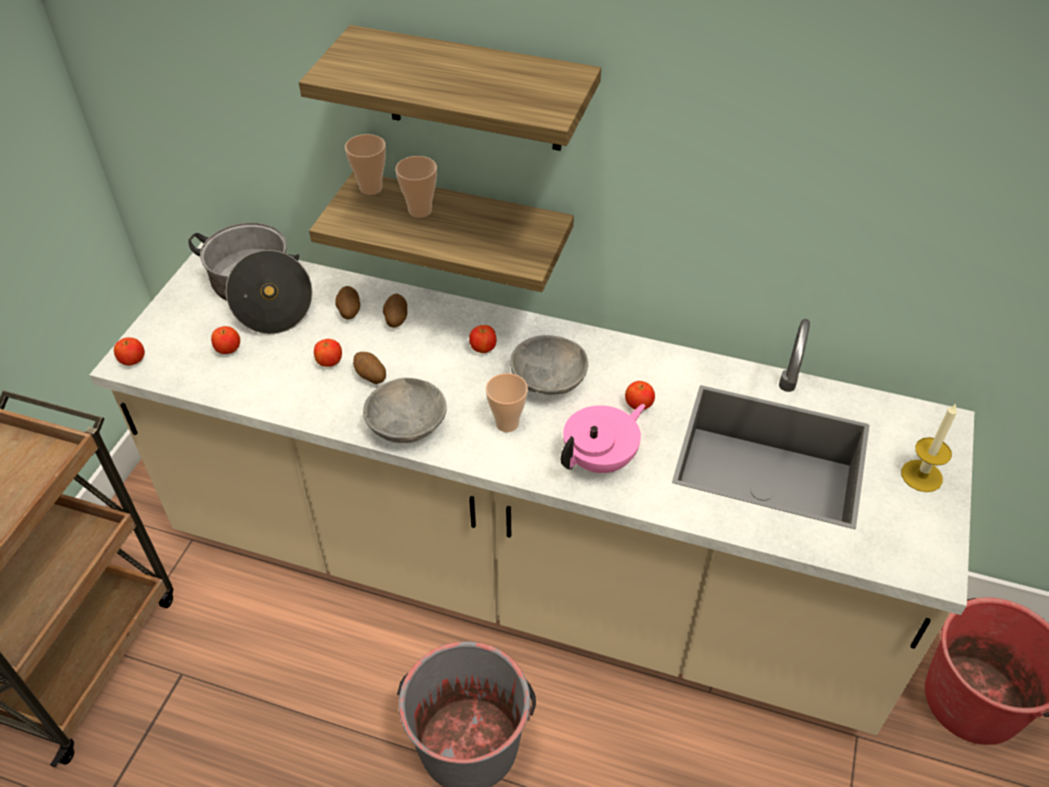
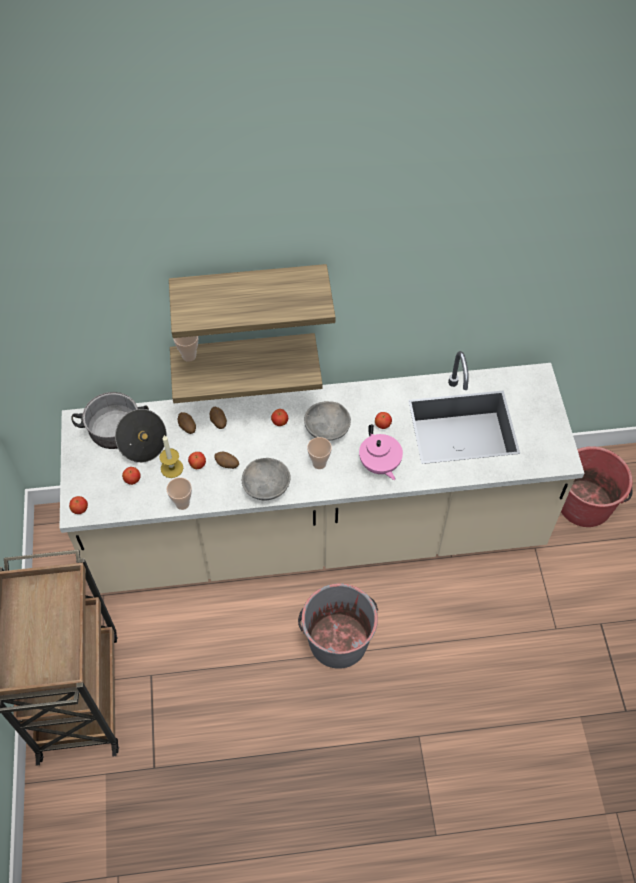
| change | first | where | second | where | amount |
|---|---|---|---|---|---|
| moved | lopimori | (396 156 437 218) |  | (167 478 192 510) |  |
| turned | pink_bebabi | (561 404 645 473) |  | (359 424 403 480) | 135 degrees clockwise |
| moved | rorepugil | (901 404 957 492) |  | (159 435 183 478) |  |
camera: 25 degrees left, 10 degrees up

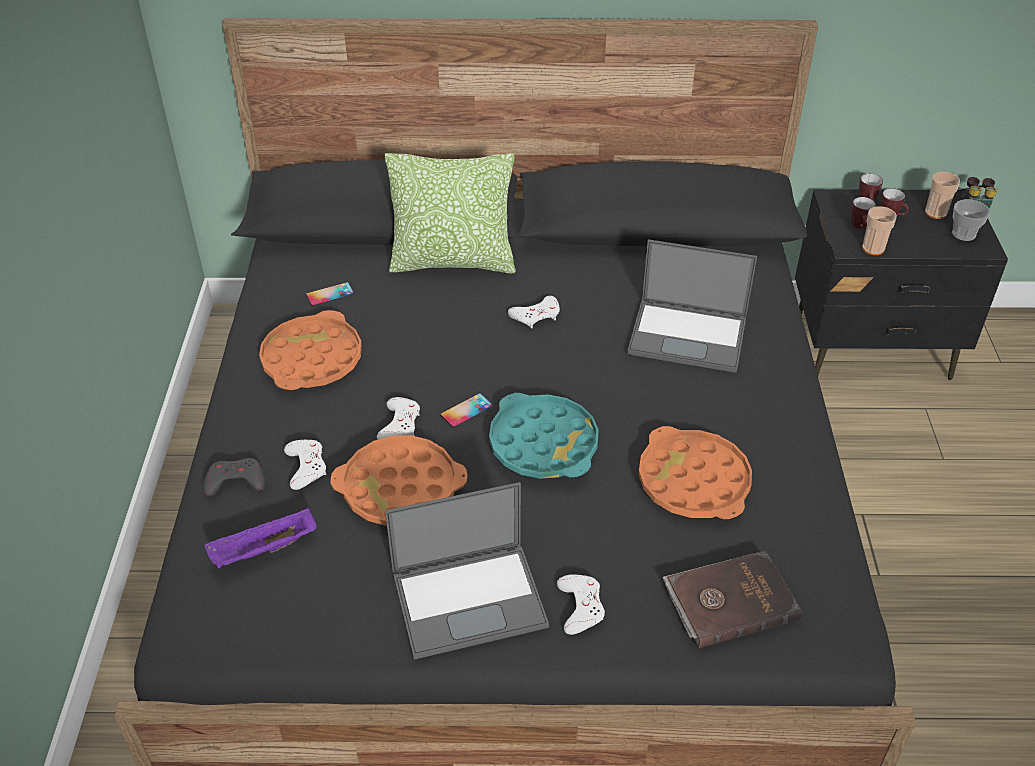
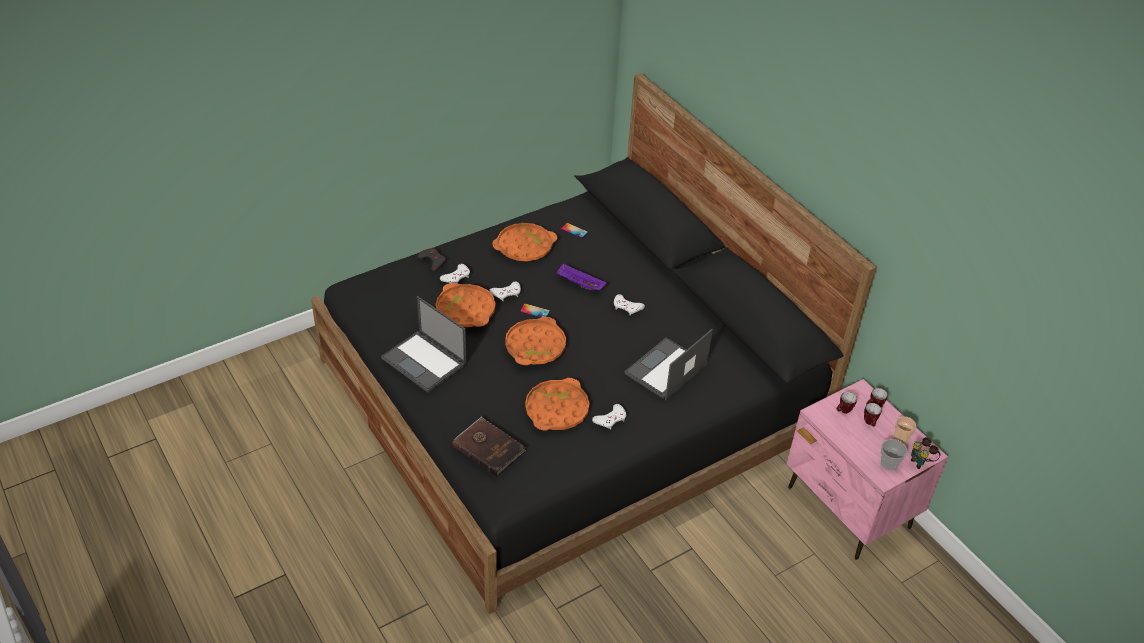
| change | first | where | second | where | amount |
|---|---|---|---|---|---|
| removed | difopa | (385 153 516 273) |  |  |  |
| recoloured | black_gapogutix | (795 189 1008 380) | pink_gapogutix | (787 379 948 560) |  |
| removed | lopimori | (862 206 897 255) |  |  |  |
| turned | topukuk | (627 239 757 373) |  | (624 329 713 400) | 60 degrees clockwise |
| recoloured | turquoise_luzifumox | (489 393 599 479) | orange_luzifumox | (505 316 566 365) |  |
| moved | purple_luzifumox | (204 508 317 568) |  | (557 264 606 290) |  |
| moved | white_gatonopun | (557 575 605 635) |  | (592 404 626 430) |  |
camera: 55 degrees right, 0 degrees up

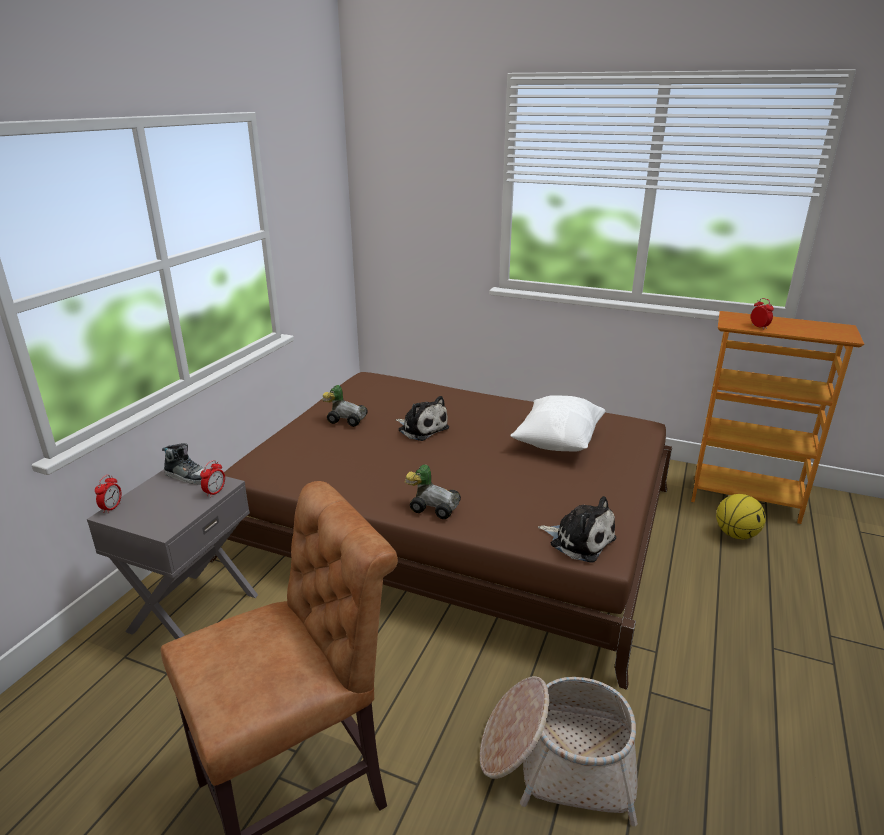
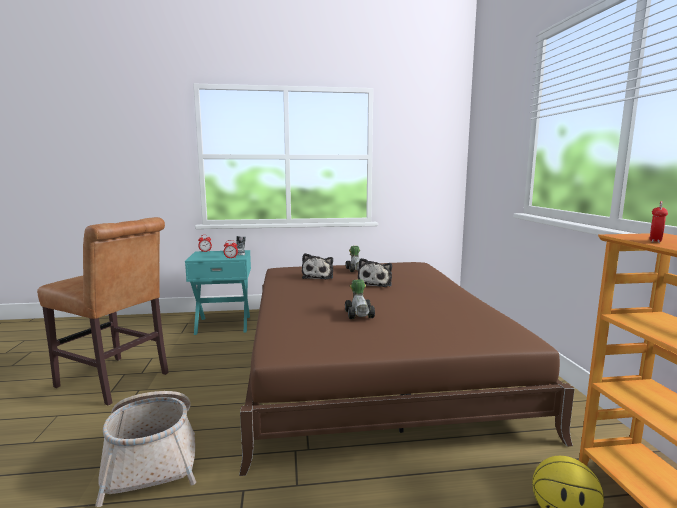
| change | first | where | second | where | amount |
|---|---|---|---|---|---|
| removed | white_difopa | (510 396 605 452) |  |  |  |
| moved | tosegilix | (405 465 461 519) |  | (345 279 375 319) |  |
| recoloured | grey_gapogutix | (87 470 258 639) | turquoise_gapogutix | (185 250 251 335) |  |
| moved | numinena | (538 496 616 563) |  | (302 253 333 279) |  |
camera: 60 degrees right, 15 degrees down

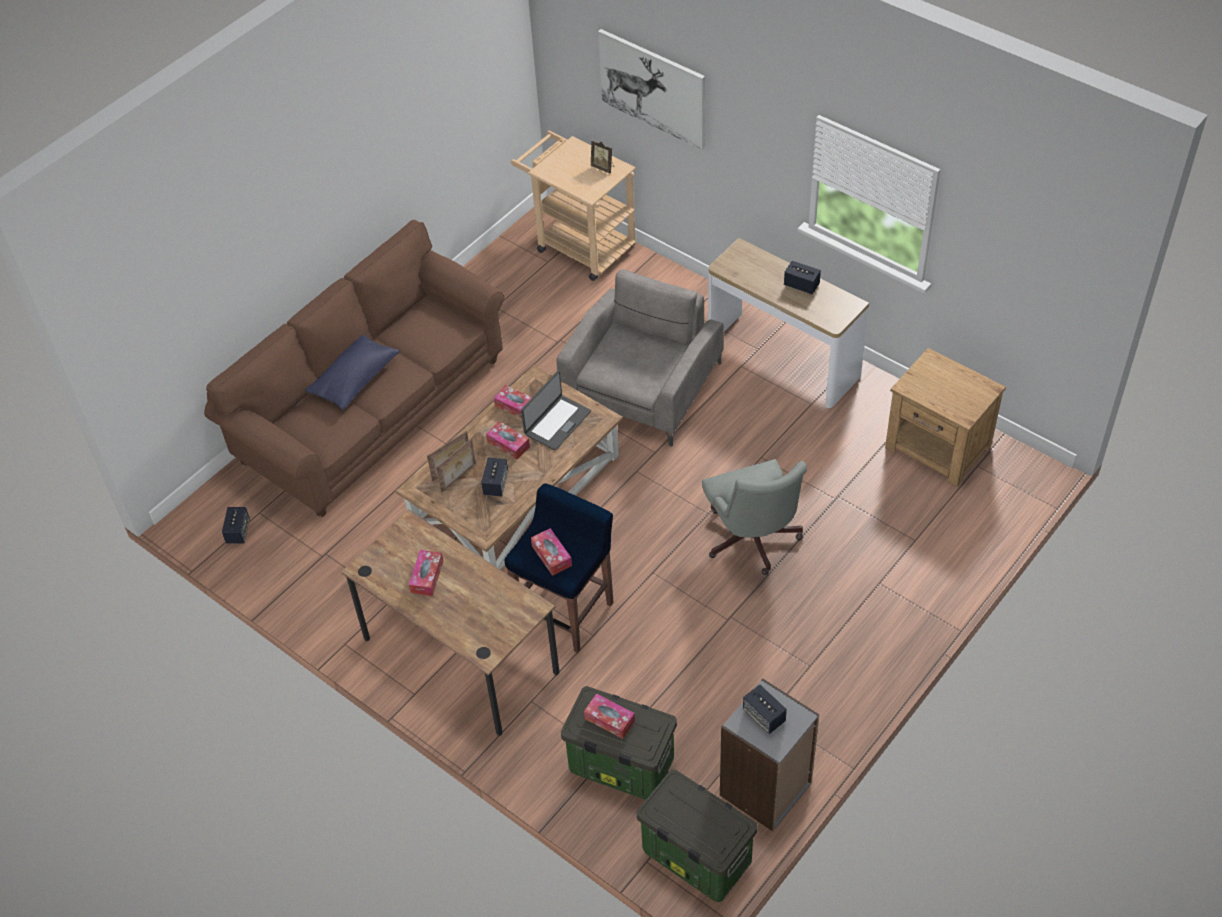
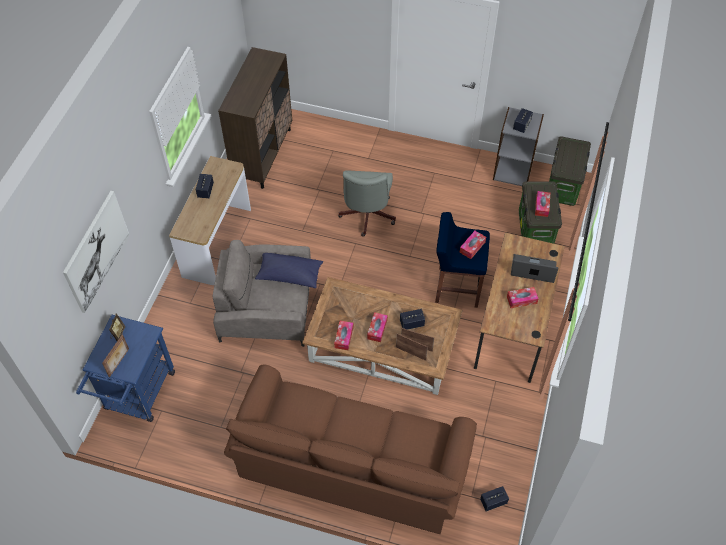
| change | first | where | second | where | amount |
|---|---|---|---|---|---|
| recoloured | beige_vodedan | (511 130 636 281) | blue_vodedan | (76 315 175 422) |  |
| moved | blue_difopa | (305 335 400 410) |  | (255 253 323 288) |  |
| replaced | brown_gapogutix | (885 348 1006 487) | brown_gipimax | (218 47 292 189) |  |
| moved | topukuk | (521 371 591 450) |  | (511 254 559 283) |  |
| turned | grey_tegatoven | (702 459 807 575) |  | (338 170 396 237) | 135 degrees clockwise |
| added |  |  | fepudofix | (102 334 129 377) |  |
camera: 115 degrees left, 5 degrees up

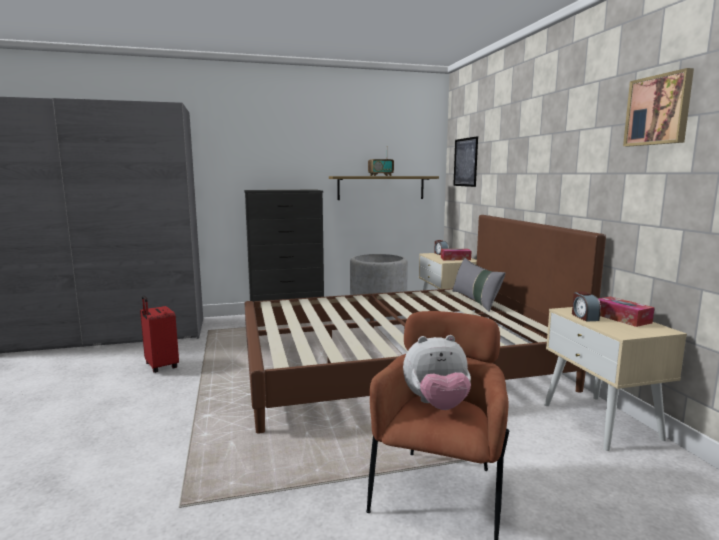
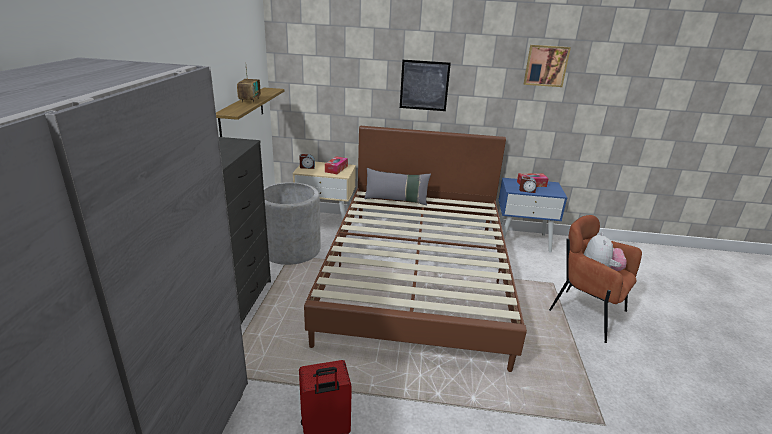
| change | first | where | second | where | amount |
|---|---|---|---|---|---|
| moved | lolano | (453 136 478 187) |  | (400 60 451 111) |  |
| recoloured | beige_gapogutix | (544 307 687 451) | blue_gapogutix | (498 178 568 253) |  |
camera: 70 degrees left, 15 degrees up

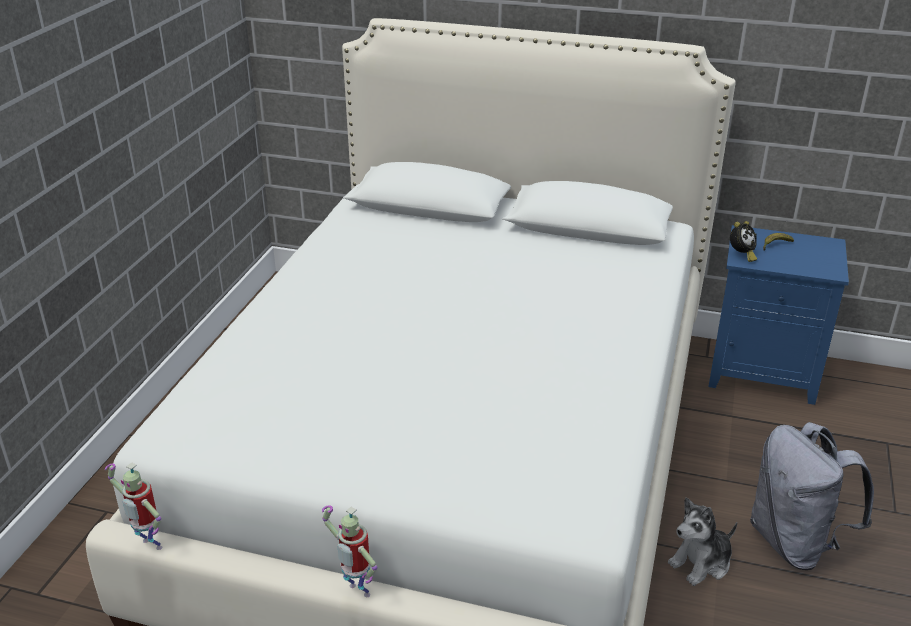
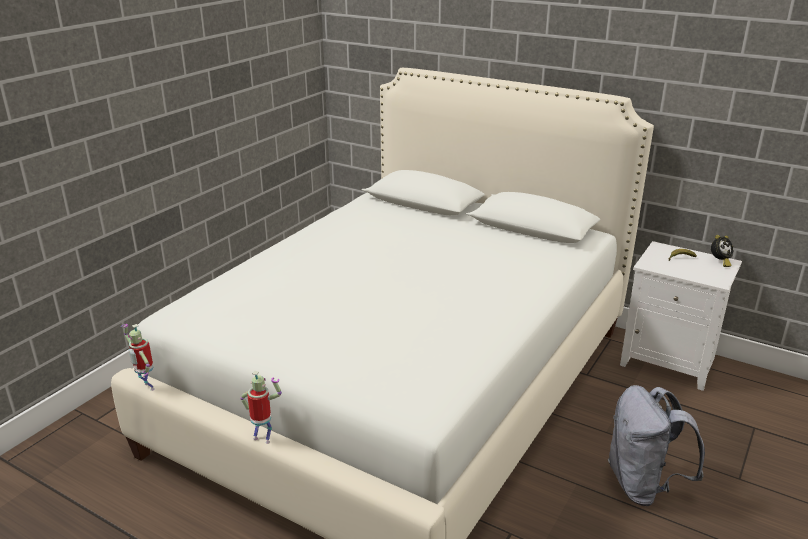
| change | first | where | second | where | amount |
|---|---|---|---|---|---|
| moved | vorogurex | (730 221 757 262) |  | (711 235 733 267) |  |
| recoloured | blue_gapogutix | (708 225 849 405) | white_gapogutix | (620 241 742 391) |  |
| removed | numinena | (668 498 737 586) |  |  |  |
| turned | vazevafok | (322 505 377 597) |  | (240 371 282 444) | 150 degrees clockwise |
camera: 15 degrees right, 5 degrees down

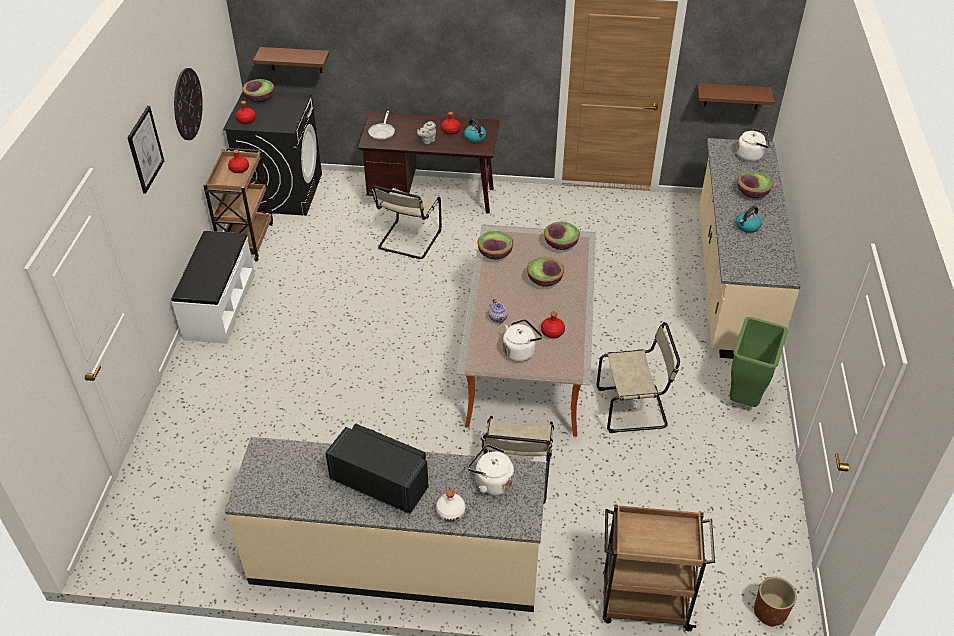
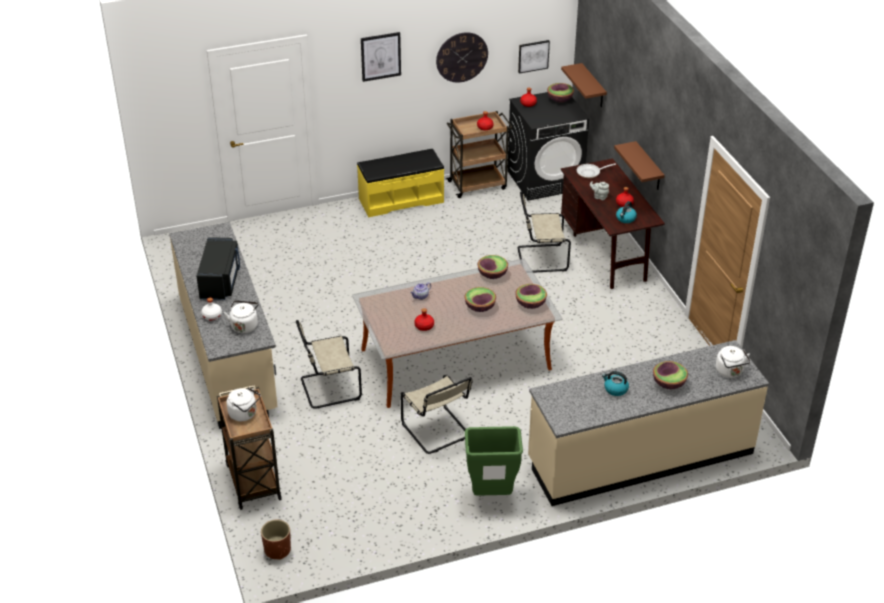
| change | first | where | second | where | amount |
|---|---|---|---|---|---|
| moved | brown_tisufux | (697 83 774 110) |  | (614 141 665 190) |  |
| recoloured | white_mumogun | (171 231 255 344) | yellow_mumogun | (357 149 444 217) |  |
| moved | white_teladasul | (503 319 542 362) |  | (226 387 261 421) |  |
| added |  |  | lolano | (518 40 550 74) |  |
camera: 65 degrees right, 5 degrees down

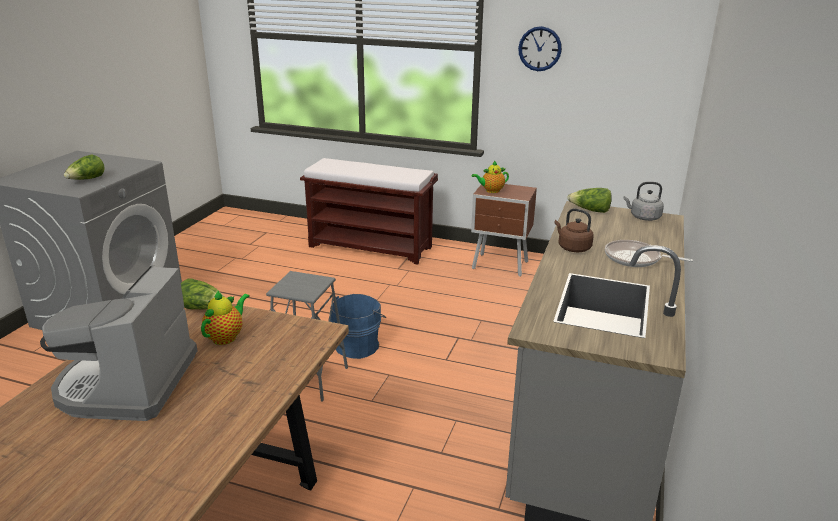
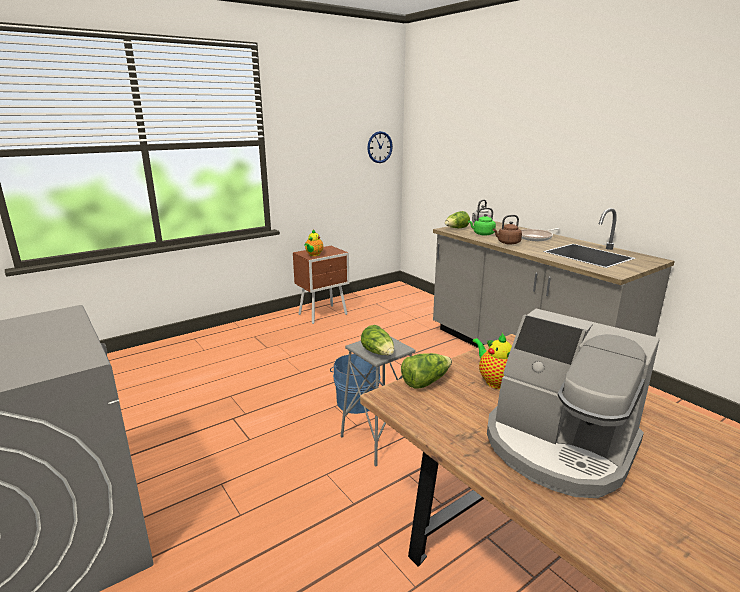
| change | first | where | second | where | amount |
|---|---|---|---|---|---|
| moved | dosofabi | (518 26 562 71) |  | (367 131 393 163) |  |
| moved | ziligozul | (64 154 105 180) |  | (361 325 394 355) |  |
| removed | brown_mumogun | (300 158 438 264) |  |  |  |
| added |  |  | green_teladasul | (468 208 496 236) |  |
camera: 55 degrees left, 5 degrees down

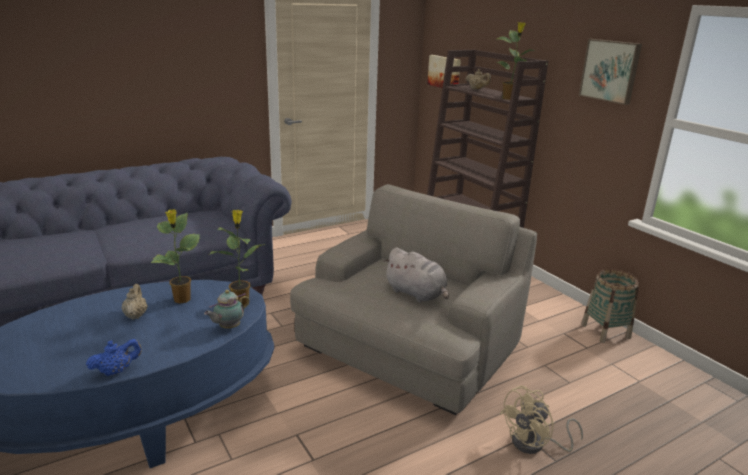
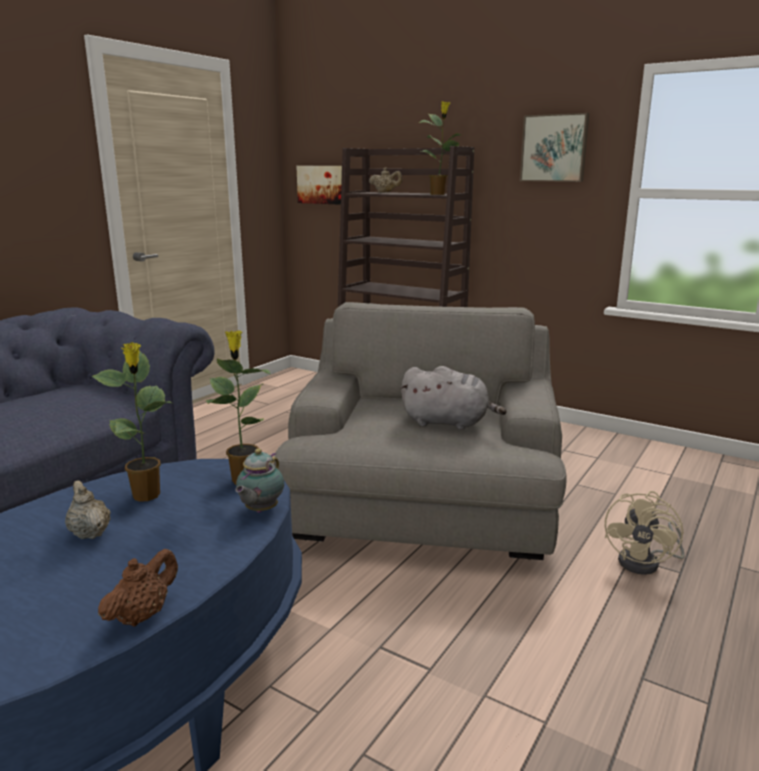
| change | first | where | second | where | amount |
|---|---|---|---|---|---|
| removed | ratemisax | (581 269 639 343) |  |  |  |
| recoloured | blue_bebabi | (86 339 142 376) | brown_bebabi | (98 549 178 627) |  |
camera: 25 degrees left, 5 degrees down

